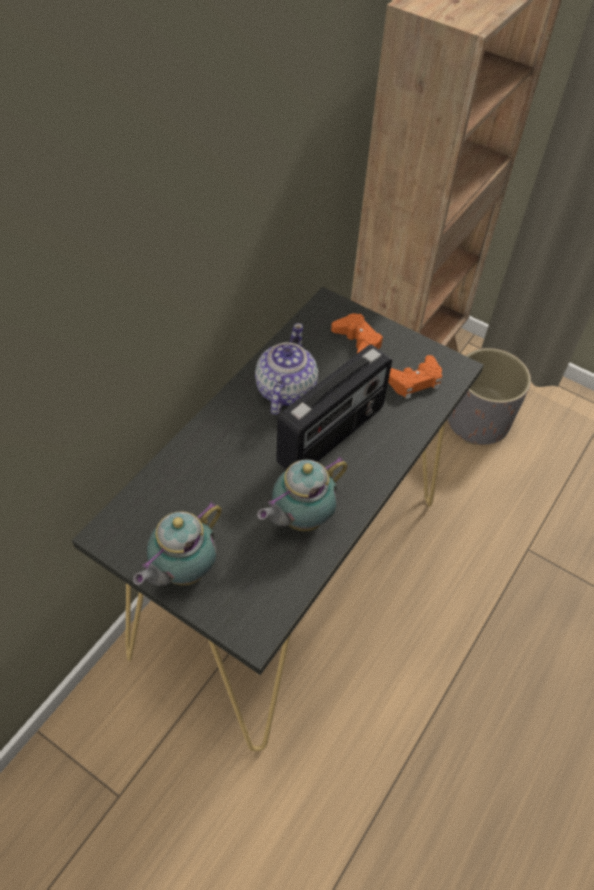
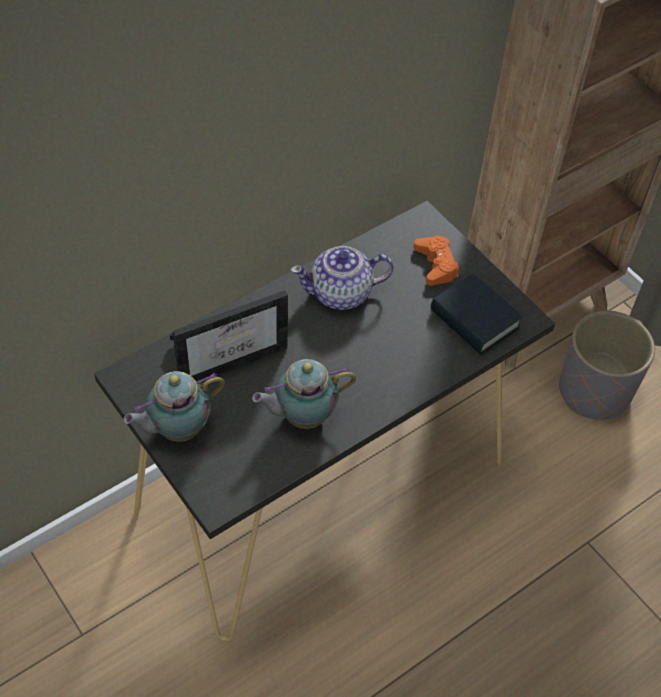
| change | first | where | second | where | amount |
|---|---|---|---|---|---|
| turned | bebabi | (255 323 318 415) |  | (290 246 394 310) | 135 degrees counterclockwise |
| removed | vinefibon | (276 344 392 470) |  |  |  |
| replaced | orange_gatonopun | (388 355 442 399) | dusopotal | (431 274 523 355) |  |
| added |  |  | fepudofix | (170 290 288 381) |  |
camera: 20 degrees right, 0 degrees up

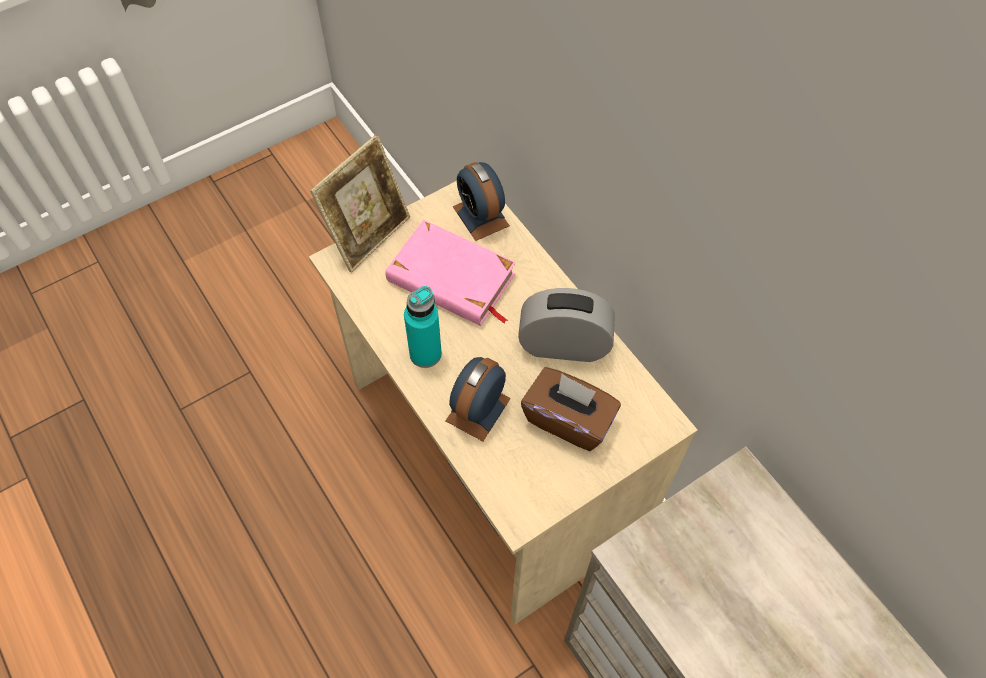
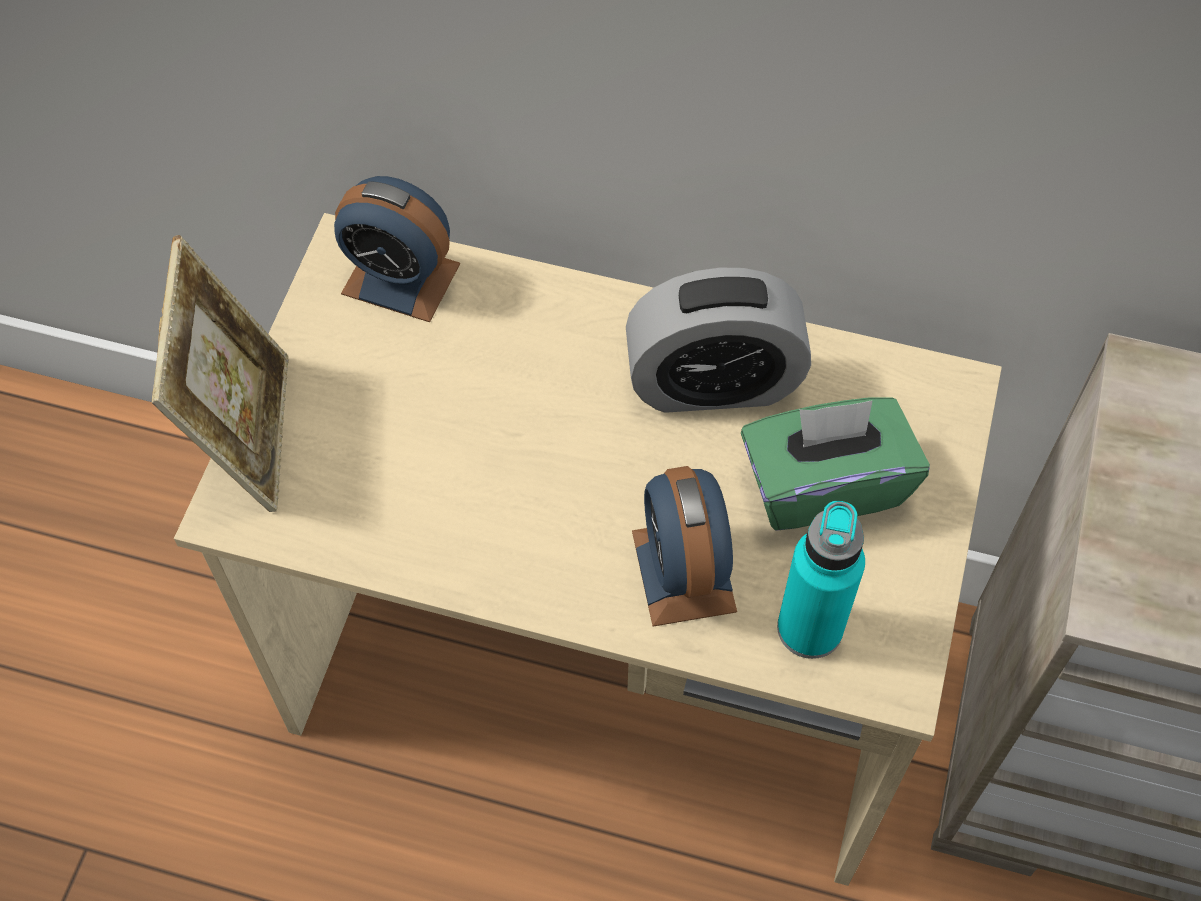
| change | first | where | second | where | amount |
|---|---|---|---|---|---|
| removed | pink_dusopotal | (386 220 516 326) |  |  |  |
| moved | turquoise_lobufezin | (404 286 442 368) |  | (777 501 865 659) |  |
| turned | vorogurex | (518 288 615 362) |  | (626 268 811 413) | 150 degrees counterclockwise |
| recoloured | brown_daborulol | (521 367 621 451) | green_daborulol | (741 397 930 530) |  |
camera: 40 degrees left, 0 degrees up

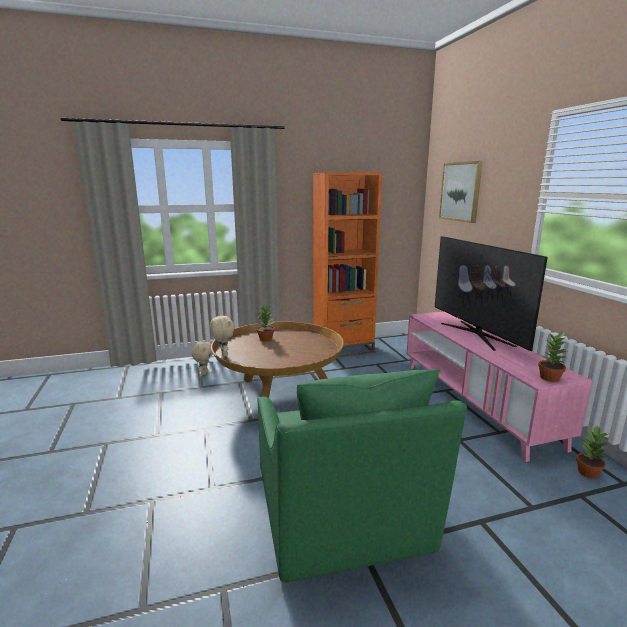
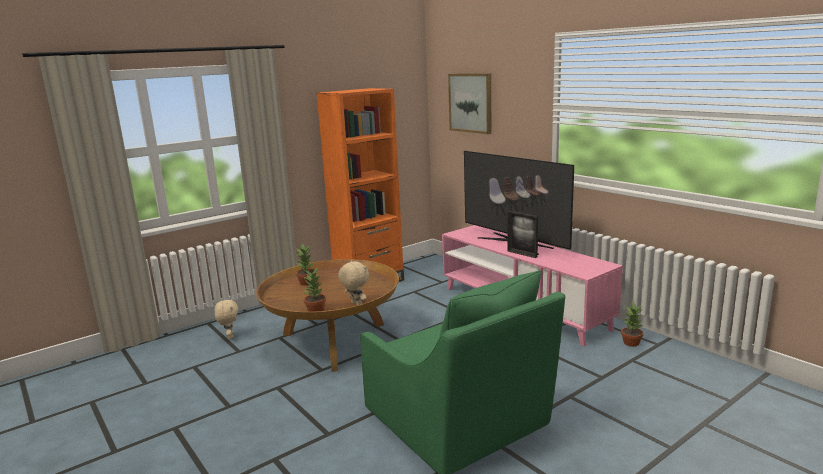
| change | first | where | second | where | amount |
|---|---|---|---|---|---|
| moved | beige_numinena | (210 315 235 356) |  | (338 261 369 305) |  |
| moved | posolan | (538 332 568 382) |  | (304 268 326 312) |  |
| added |  |  | fepudofix | (508 211 538 258) |  |
camera: 20 degrees left, 0 degrees up

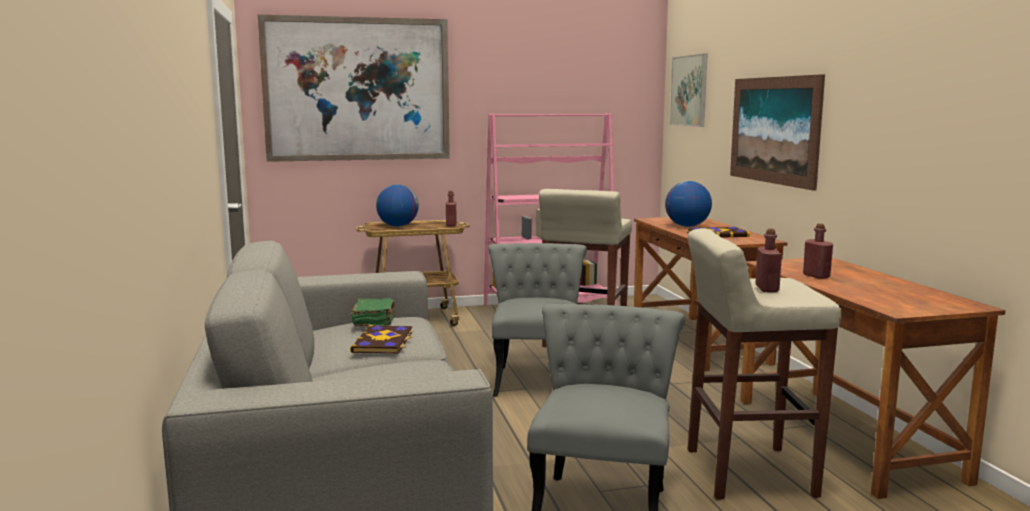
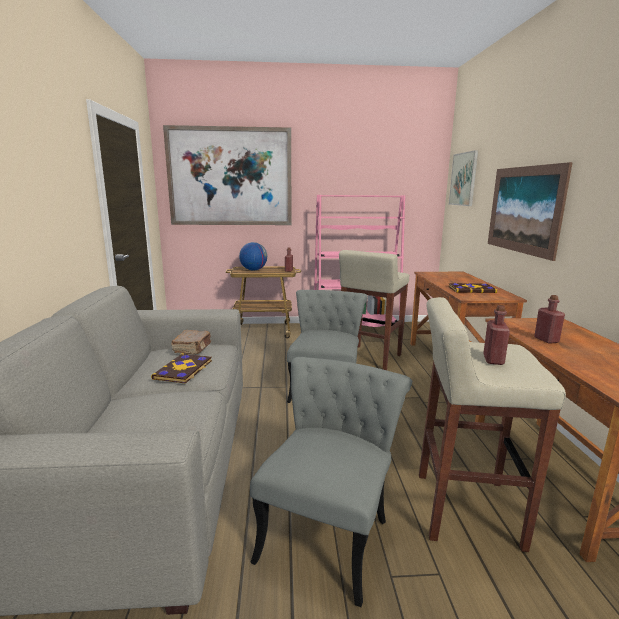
| change | first | where | second | where | amount |
|---|---|---|---|---|---|
| removed | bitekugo | (665 181 712 227) |  |  |  |
| recoloured | green_dusopotal | (351 298 395 327) | brown_dusopotal | (171 330 211 355) |  |
camera: 10 degrees right, 5 degrees up

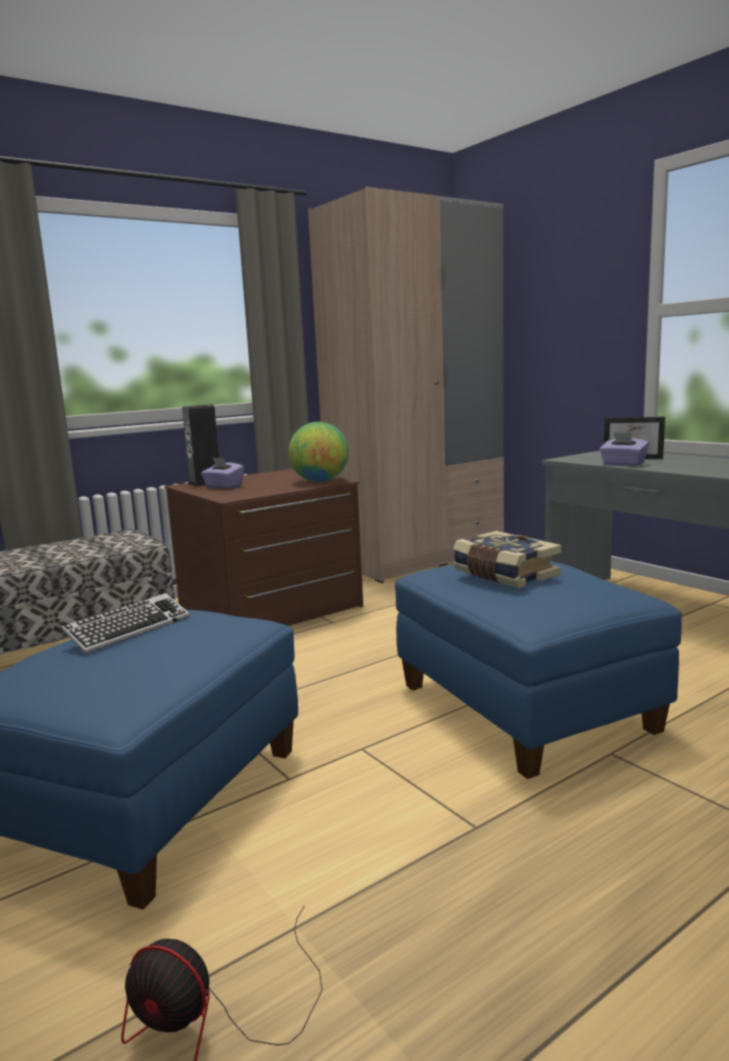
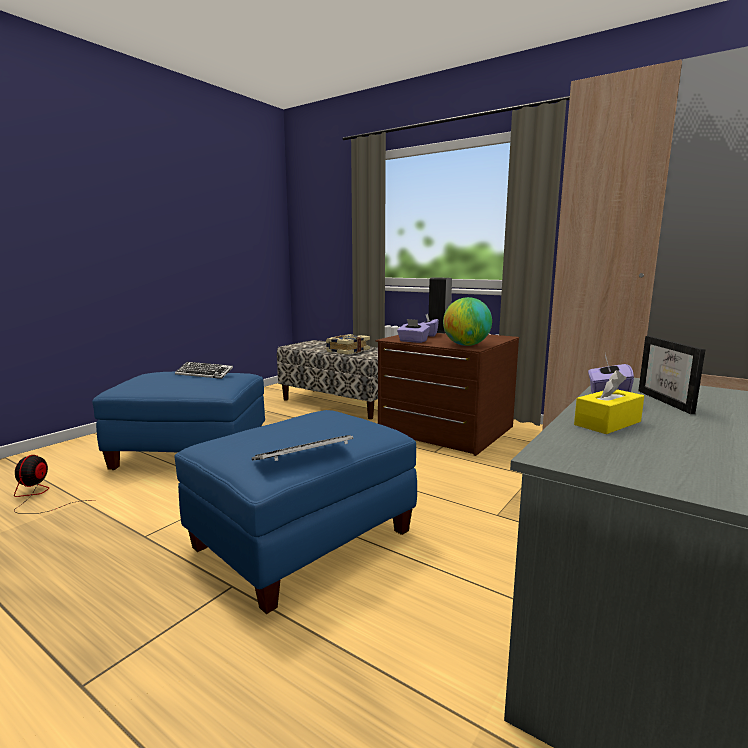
| change | first | where | second | where | amount |
|---|---|---|---|---|---|
| moved | dusopotal | (453 531 561 588) |  | (326 334 370 355) |  |
| added |  |  | purple_daborulol | (397 319 430 343) |  |
| added |  |  | yellow_daborulol | (574 370 644 434) |  |
| added |  |  | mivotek | (252 435 353 461) |  |
camera: 70 degrees right, 0 degrees up

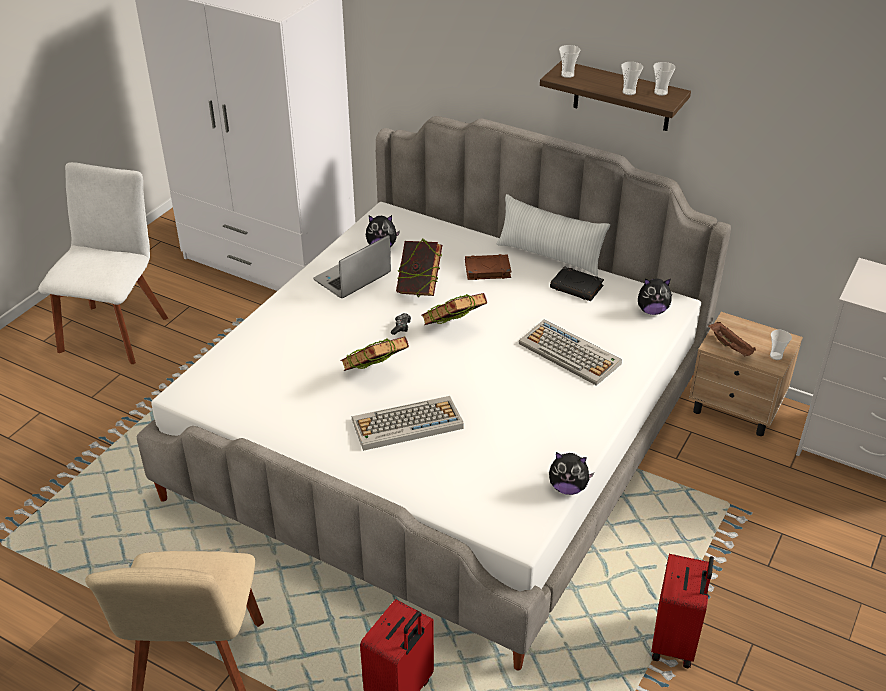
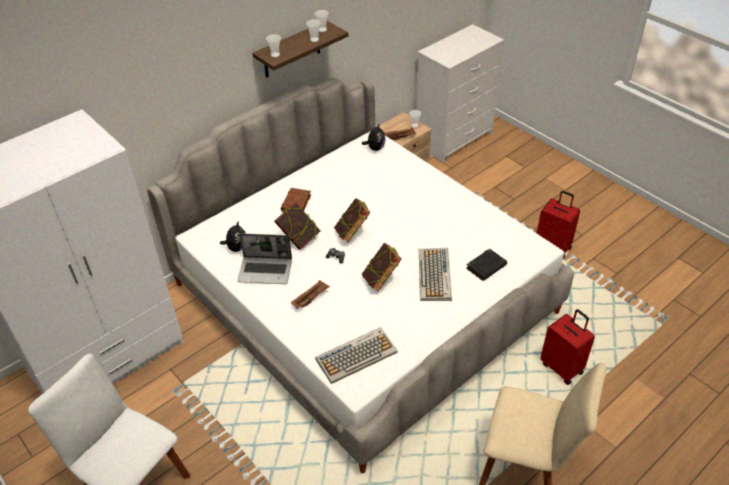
| change | first | where | second | where | amount |
|---|---|---|---|---|---|
| removed | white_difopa | (497 194 610 276) |  |  |  |
| turned | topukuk | (313 235 391 298) |  | (237 233 292 284) | 60 degrees counterclockwise |
| moved | black_dusopotal | (550 266 604 301) |  | (466 249 507 281) |  |
| moved | mivotek | (519 320 622 386) |  | (316 327 397 384) |  |
| removed | numinena | (549 452 594 495) |  |  |  |
| added |  |  | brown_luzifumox | (291 280 330 309) |  |
camera: 70 degrees left, 5 degrees up

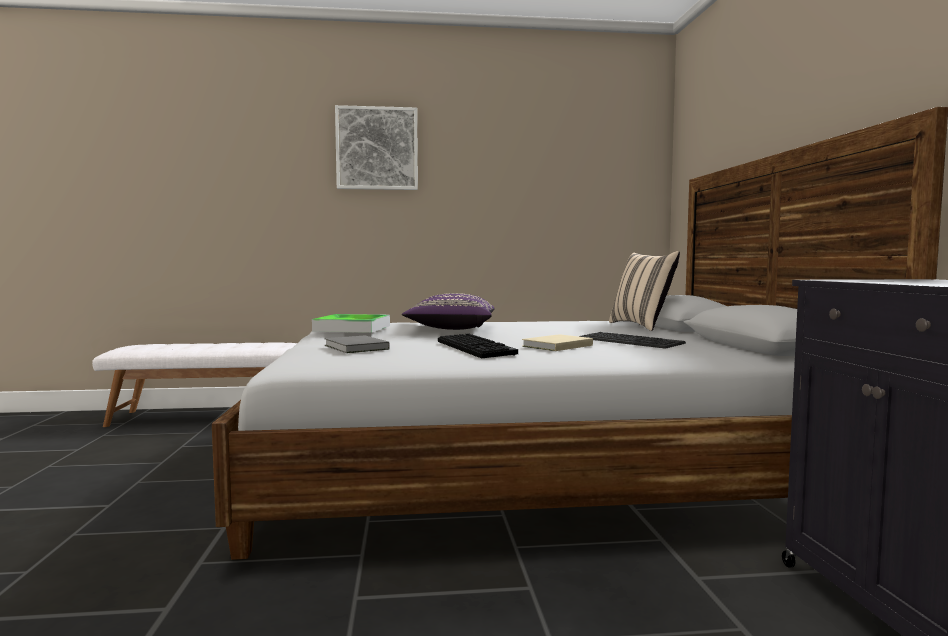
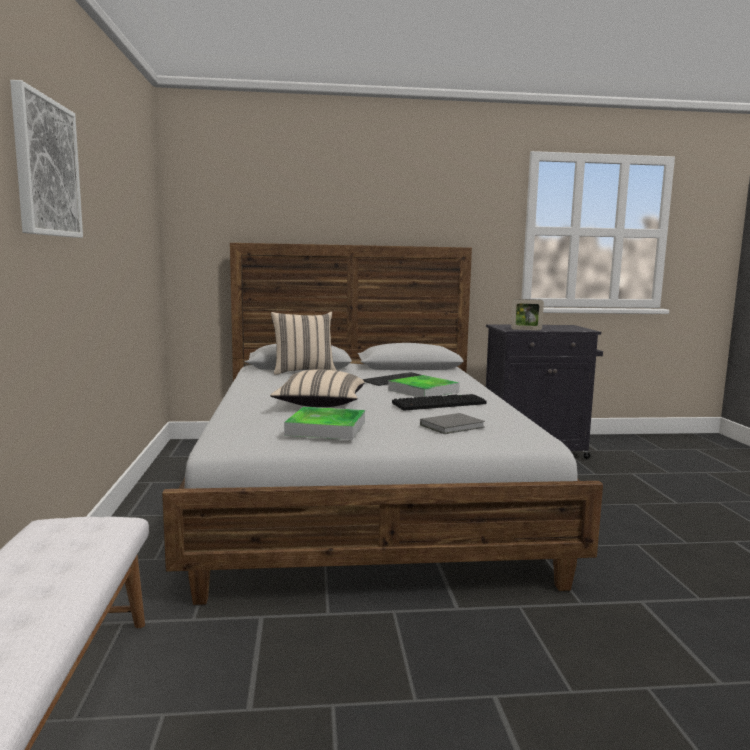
| change | first | where | second | where | amount |
|---|---|---|---|---|---|
| recoloured | purple_difopa | (402 293 494 330) | beige_difopa | (270 369 365 407) |  |
| replaced | beige_dusopotal | (522 334 593 351) | luzifumox | (388 375 460 397) |  |
| added |  |  | fepudofix | (511 299 544 330) |  |
camera: 90 degrees left, 5 degrees up

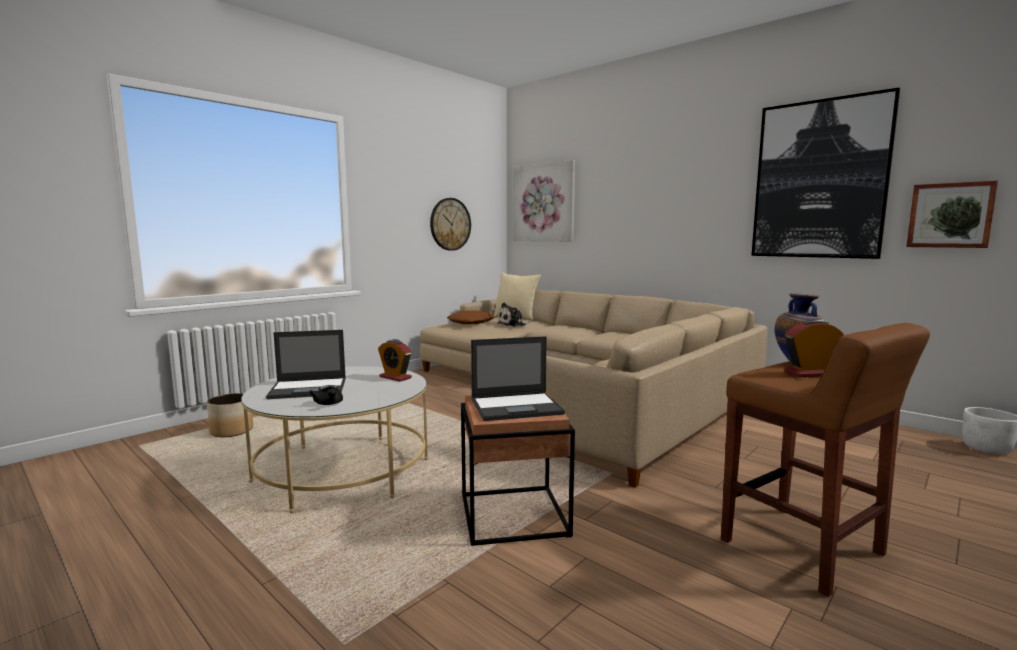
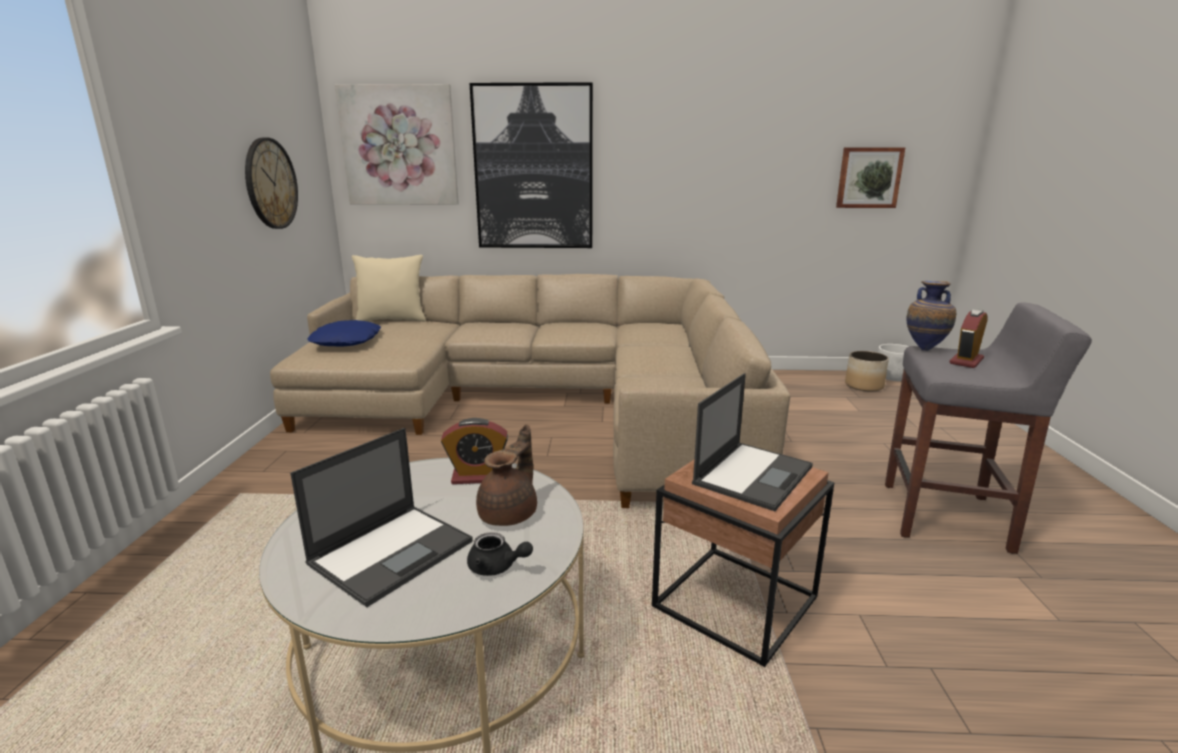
| change | first | where | second | where | amount |
|---|---|---|---|---|---|
| moved | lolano | (751 87 900 259) |  | (469 82 593 248) |  |
| removed | numinena | (498 303 529 327) |  |  |  |
| recoloured | brown_difopa | (447 310 495 324) | blue_difopa | (308 320 381 347) |  |
| recoloured | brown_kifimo | (721 323 930 597) | grey_kifimo | (885 303 1092 554) |  |
| moved | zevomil | (207 393 253 437) |  | (845 351 889 392) |  |
| added |  |  | brown_bebabi | (476 424 537 526) |  |
camera: 40 degrees left, 10 degrees up

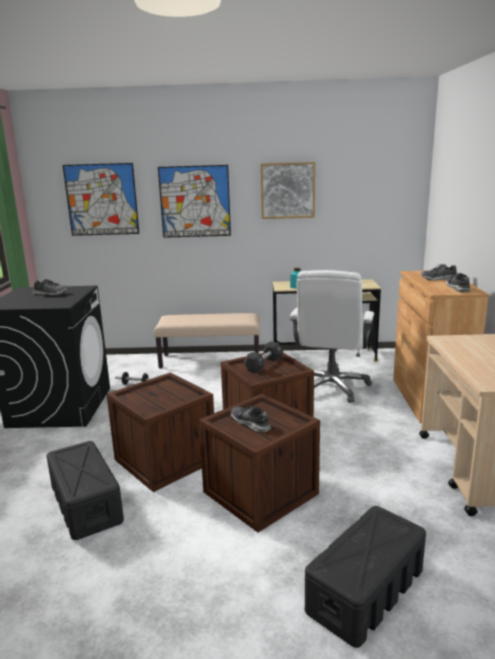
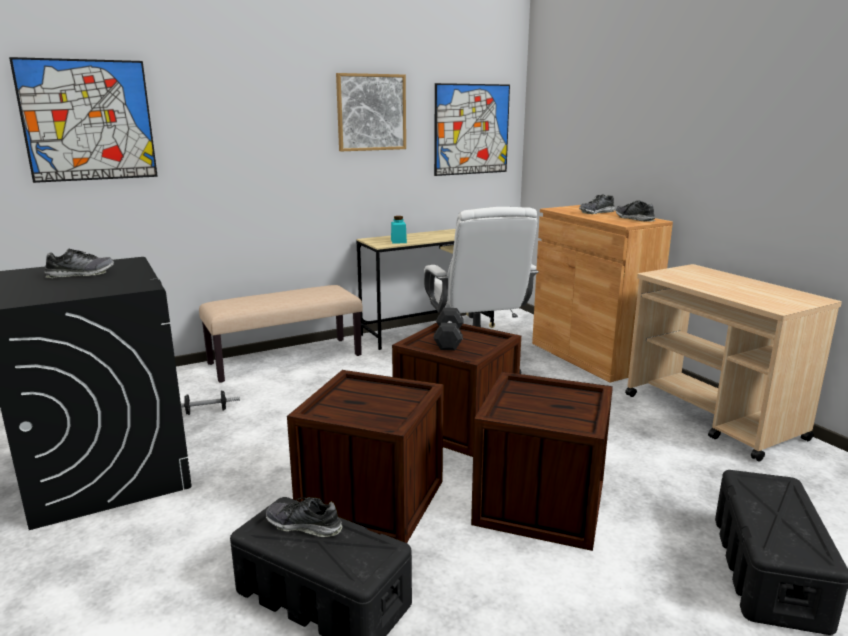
| change | first | where | second | where | amount |
|---|---|---|---|---|---|
| moved | lolano | (158 165 231 238) |  | (434 83 510 176) |  |
| moved | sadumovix | (231 405 271 432) |  | (266 497 343 537) |  |
camera: 30 degrees left, 0 degrees up

